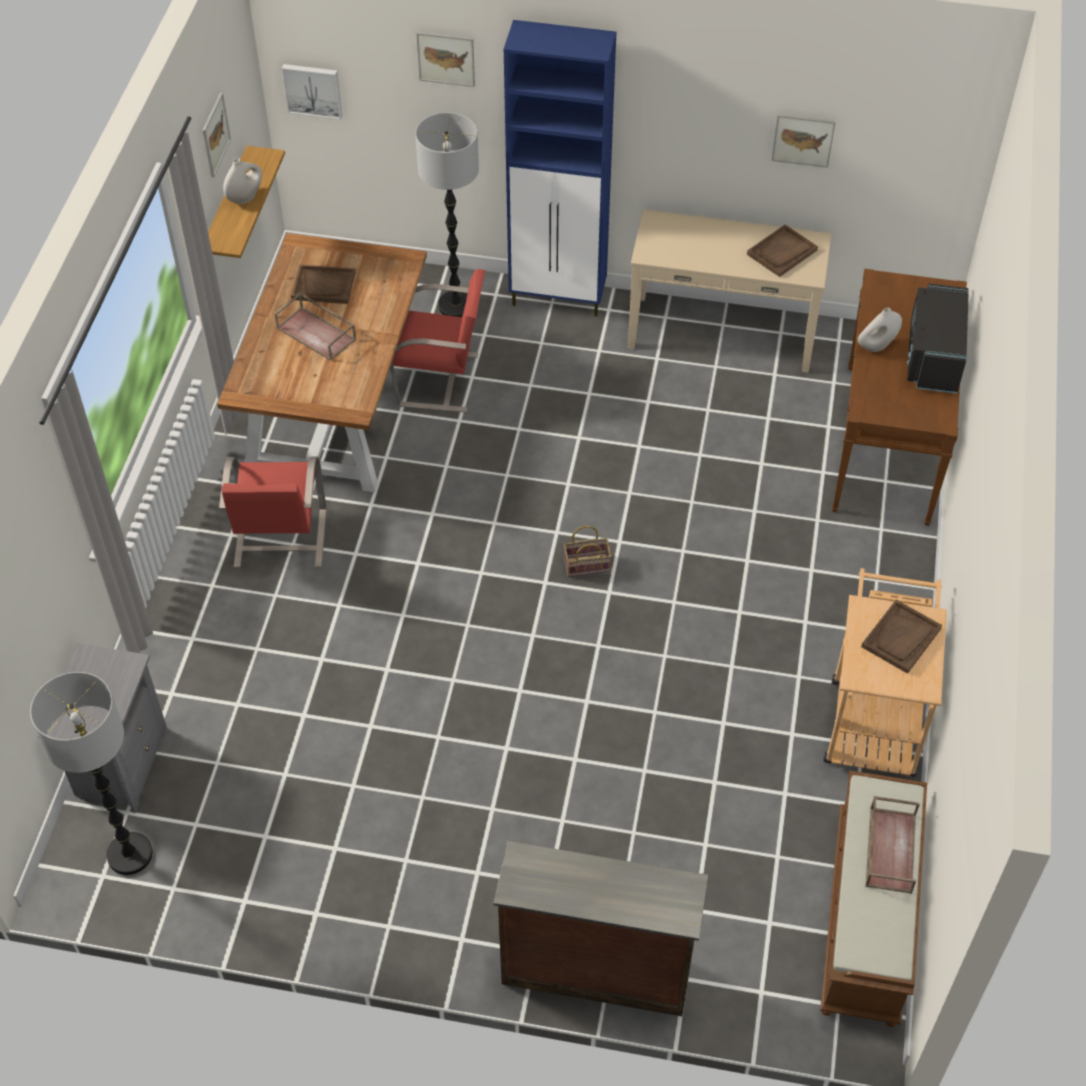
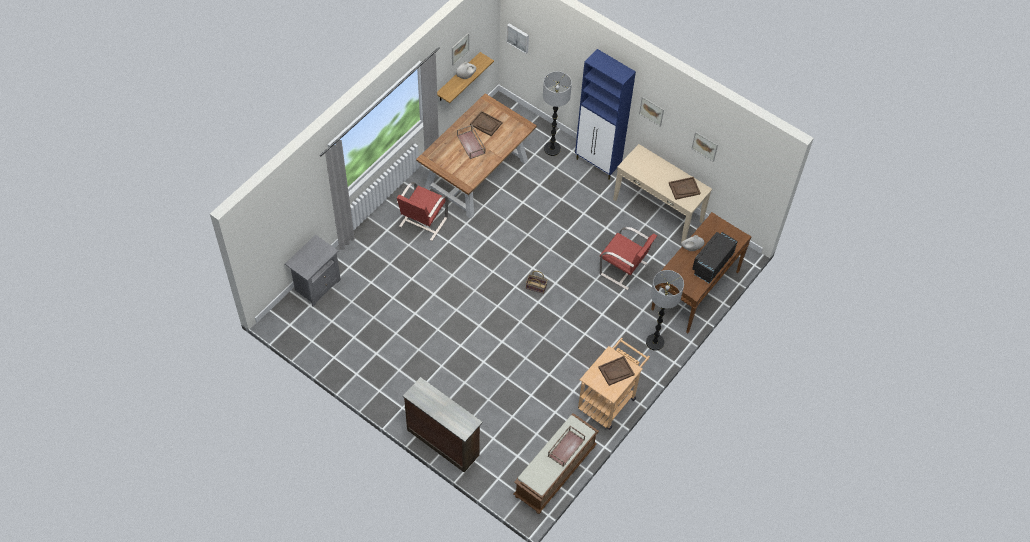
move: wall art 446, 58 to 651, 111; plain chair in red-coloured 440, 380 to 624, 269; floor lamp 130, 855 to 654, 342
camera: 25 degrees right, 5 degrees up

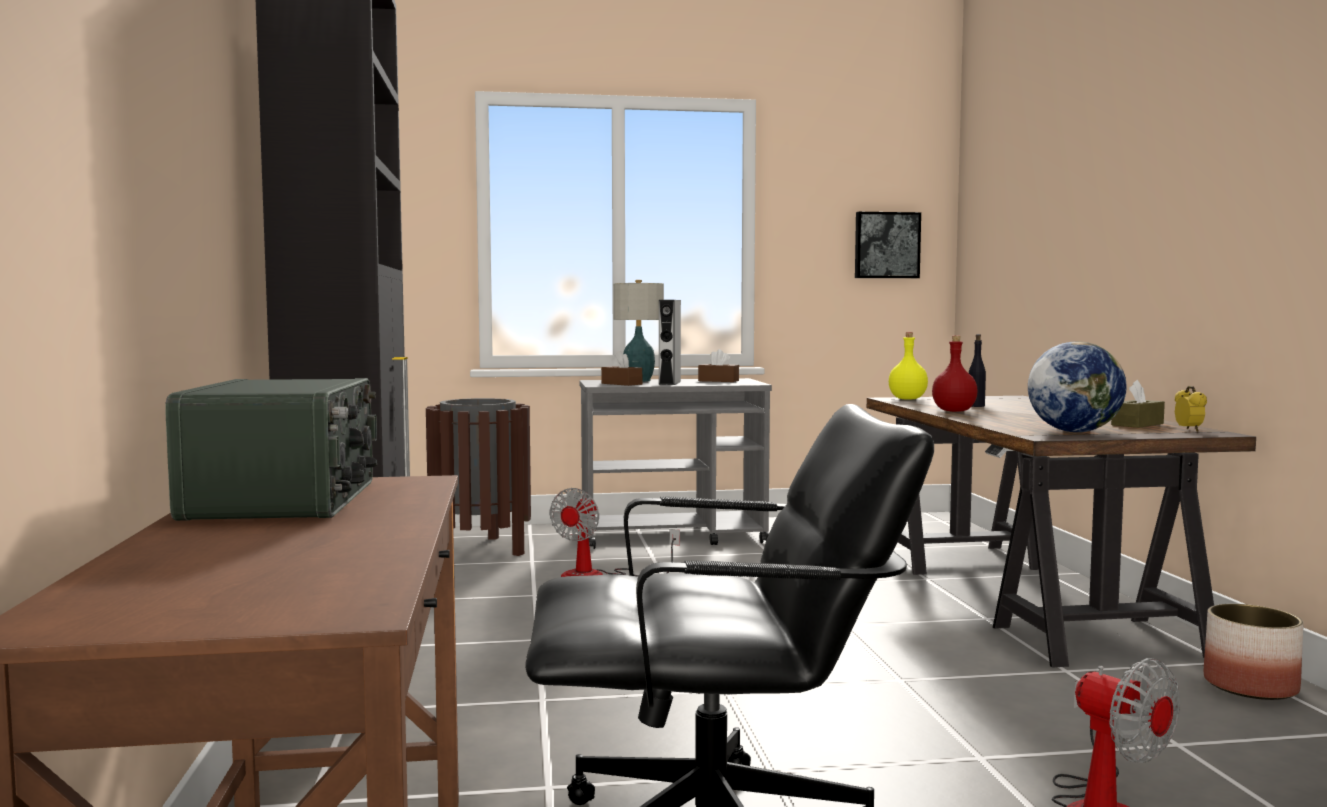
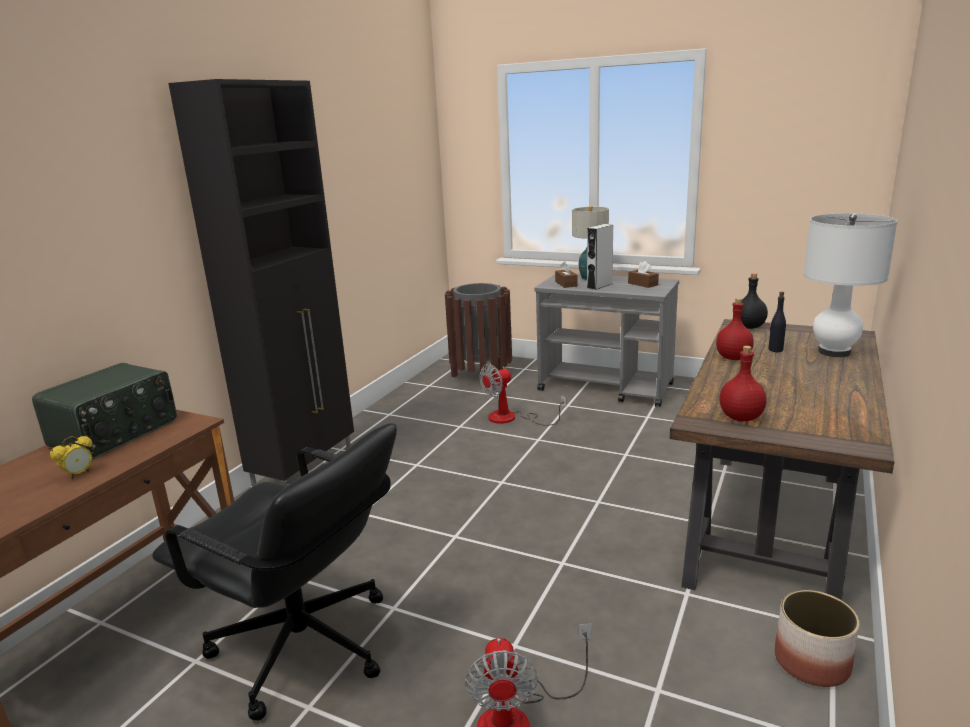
delete: wall art 886, 245; tissue holder in brownish 1137, 424
insert: lamp for a table in whitish 834, 352
move: bedside clock 1189, 430 to 79, 474
replace: globe 1074, 431 to drink bottle in red-coloured 740, 417
recolor: drink bottle in yellow 908, 399 to drink bottle in black 749, 327
camera: 35 degrees right, 15 degrees up

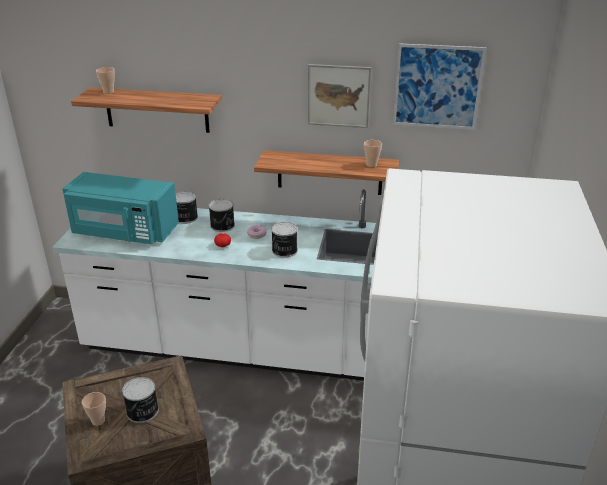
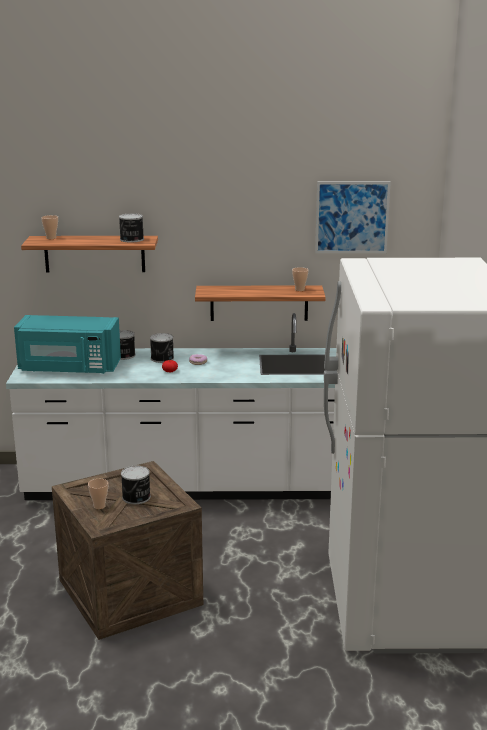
delete: wall art 338, 96
move: metal can 284, 251 to 131, 239
camera: 10 degrees left, 10 degrees down

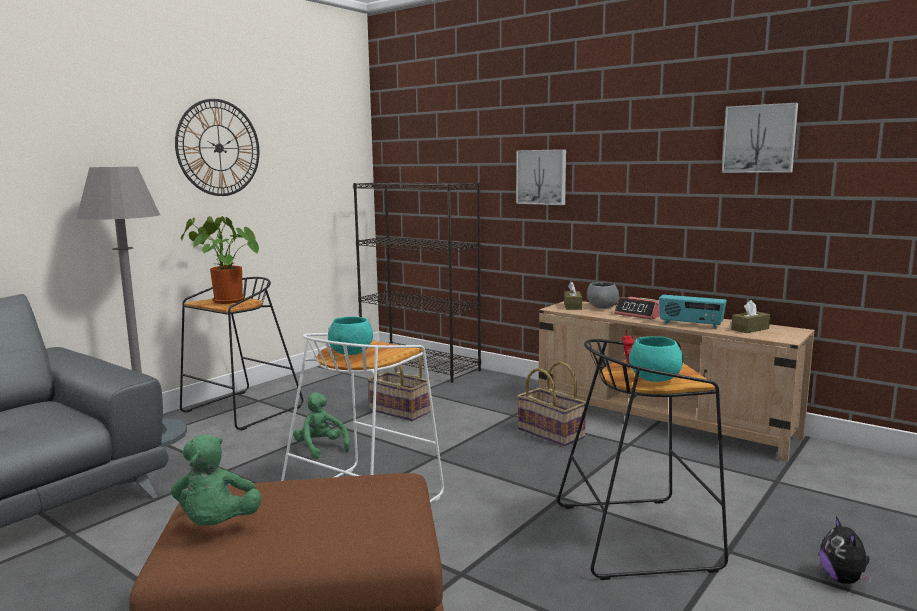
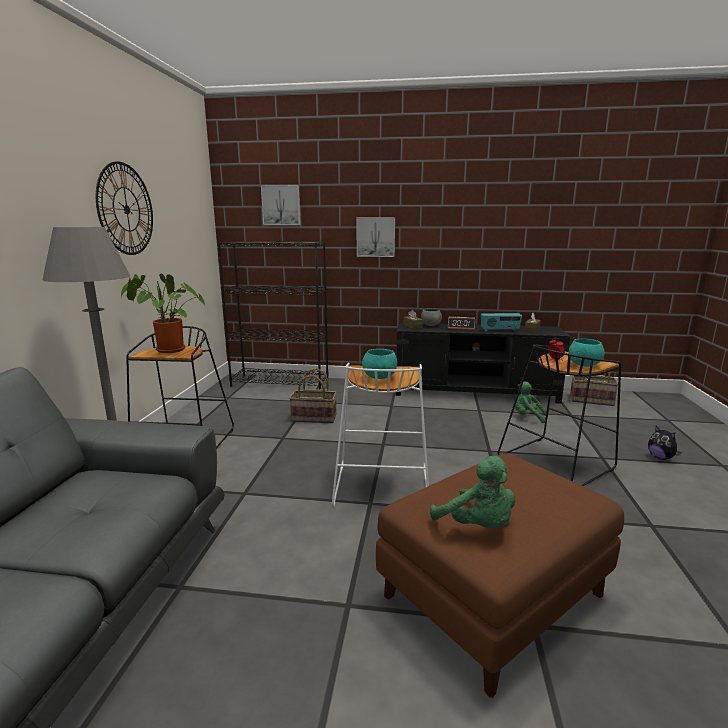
move: wall art 759, 139 to 281, 205; storage basket 552, 433 to 591, 400; plush toy in greenish 321, 448 to 528, 417
recolor: tv unit in sand-coloured 662, 420 to tv unit in black 475, 392
camera: 30 degrees left, 5 degrees up

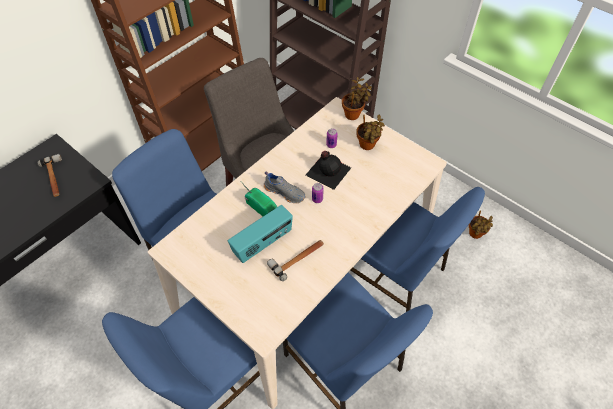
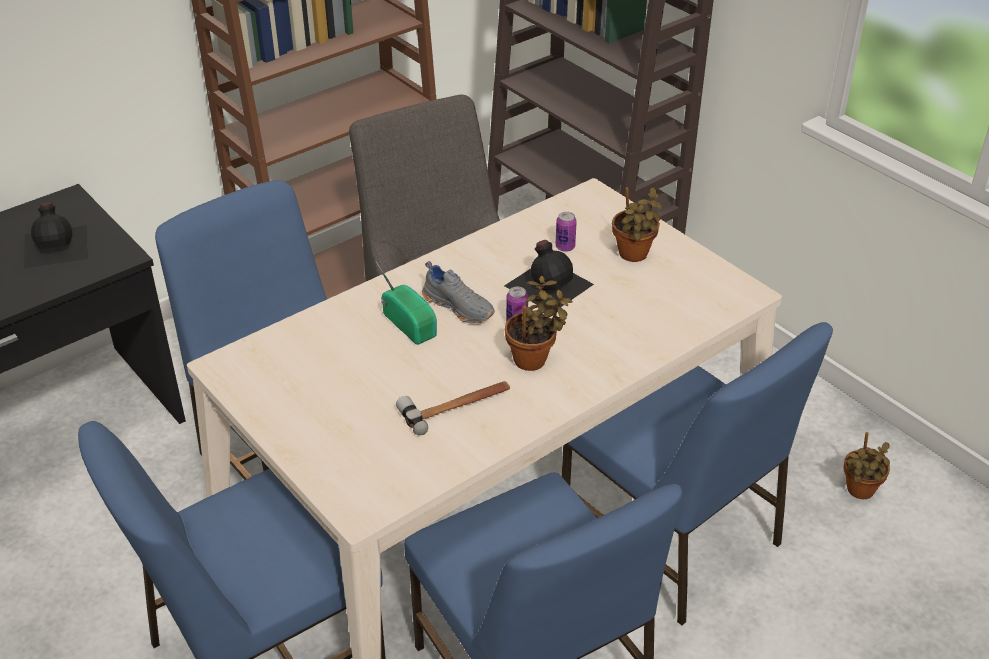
delete: radio receiver 263, 243
move: houseplant 353, 114 to 533, 359
replace: hand hammer 54, 178 to drink bottle in black 57, 245
camera: 10 degrees right, 15 degrees down

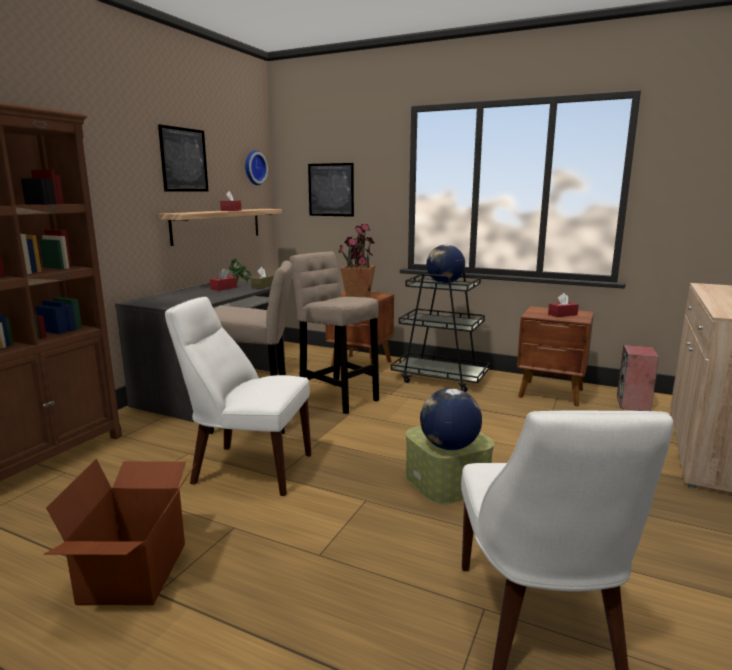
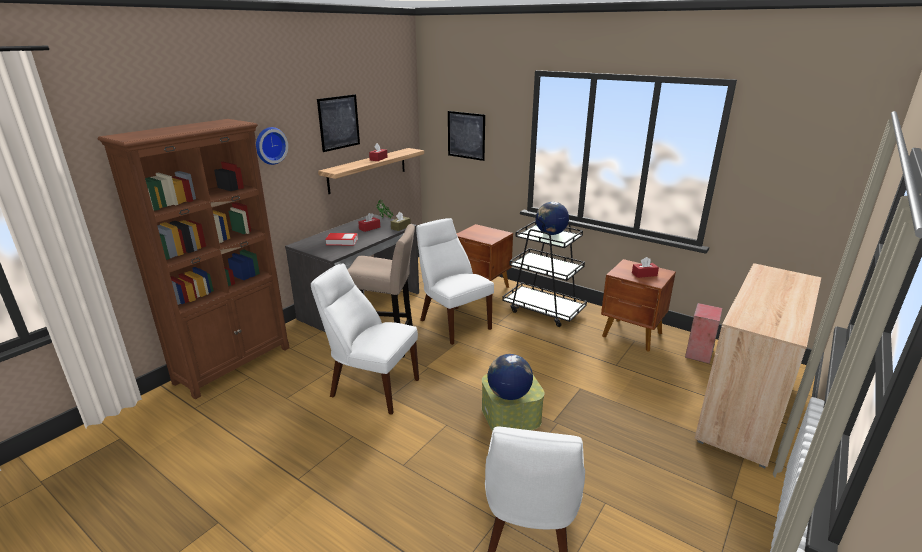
delete: houseplant 358, 296; cardboard box 136, 572
insert: bound book 342, 242
move: clock on the wall 253, 168 to 270, 145
replace: sitting stool in sand-coloured 336, 397 to plain chair in whitish 453, 323
camera: 10 degrees right, 10 degrees up

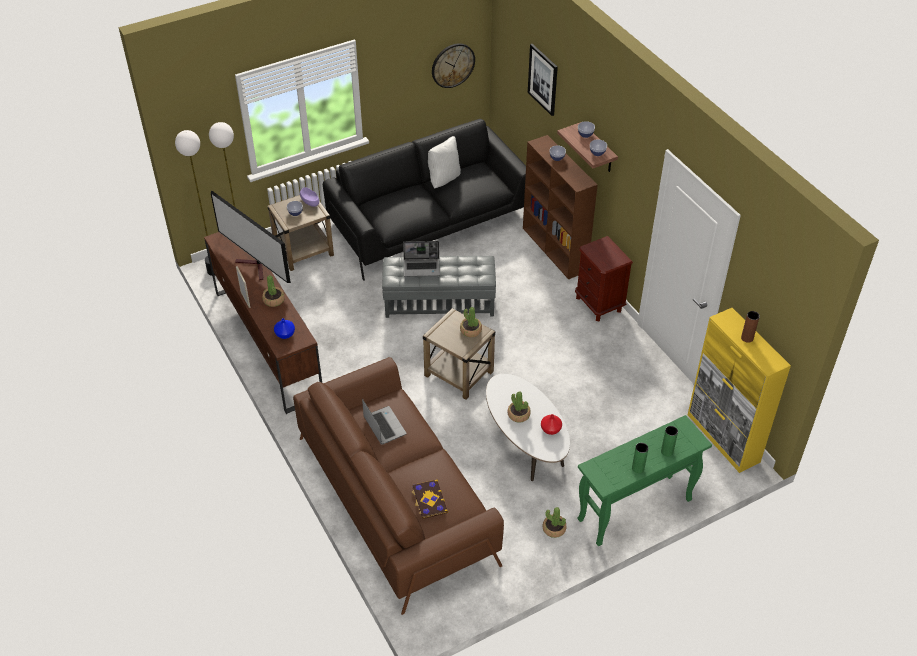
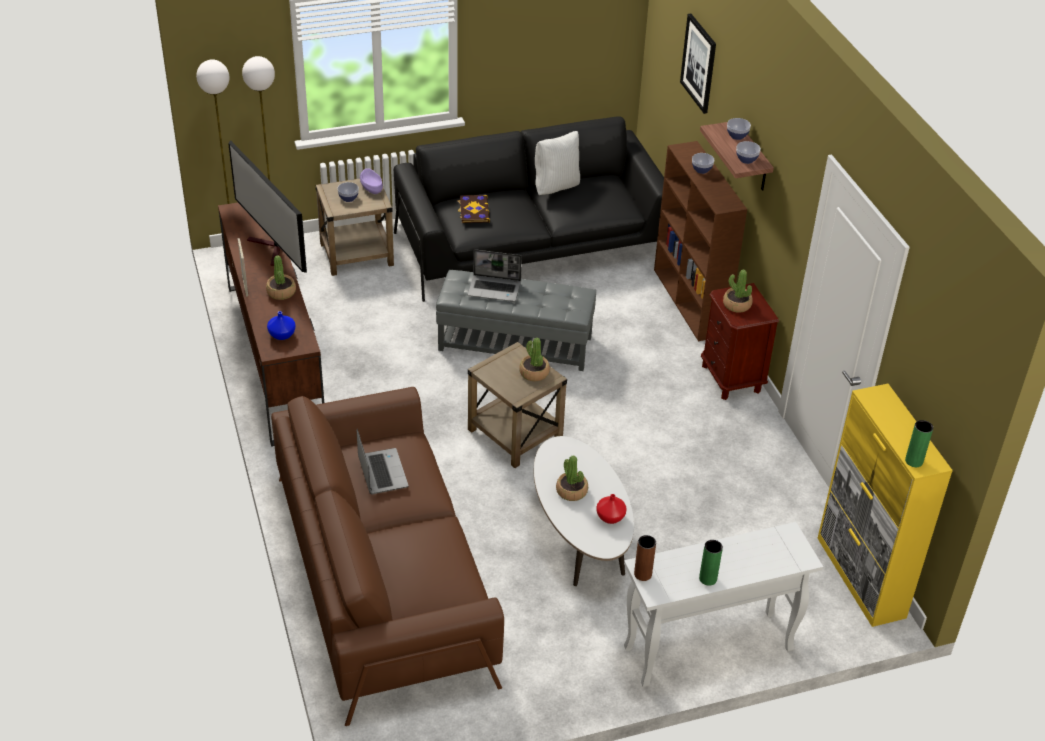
delete: clock on the wall 453, 65
move: decorative vase in brownish 747, 338 to 643, 574; decorative vase in greenish 667, 451 to 914, 461; bound book 429, 500 to 473, 210; houseplant 554, 529 to 736, 305
recolor: hall table in greenish 634, 510 to hall table in whitish 707, 650
camera: 10 degrees right, 5 degrees down

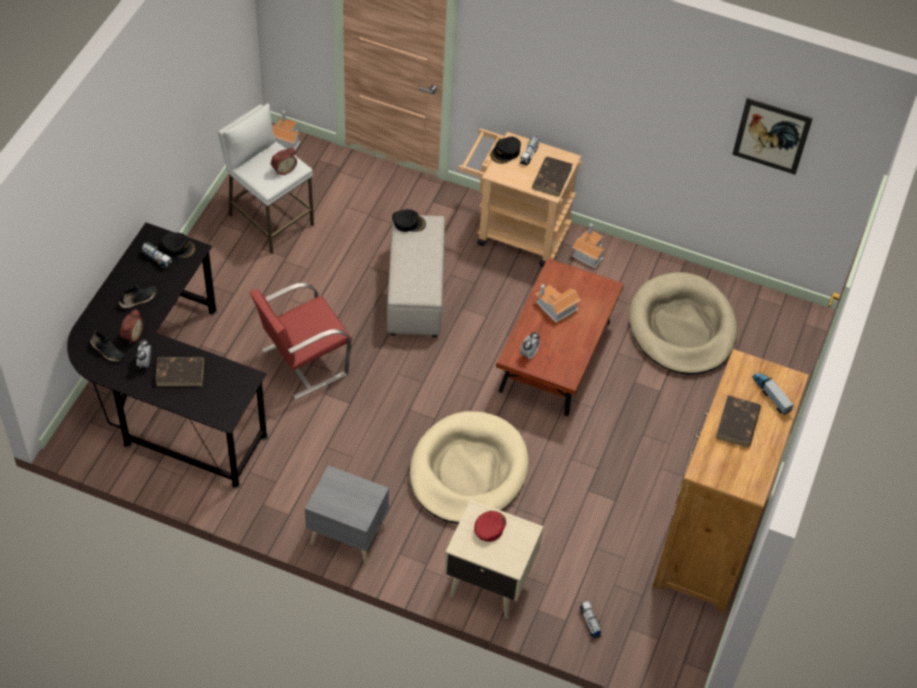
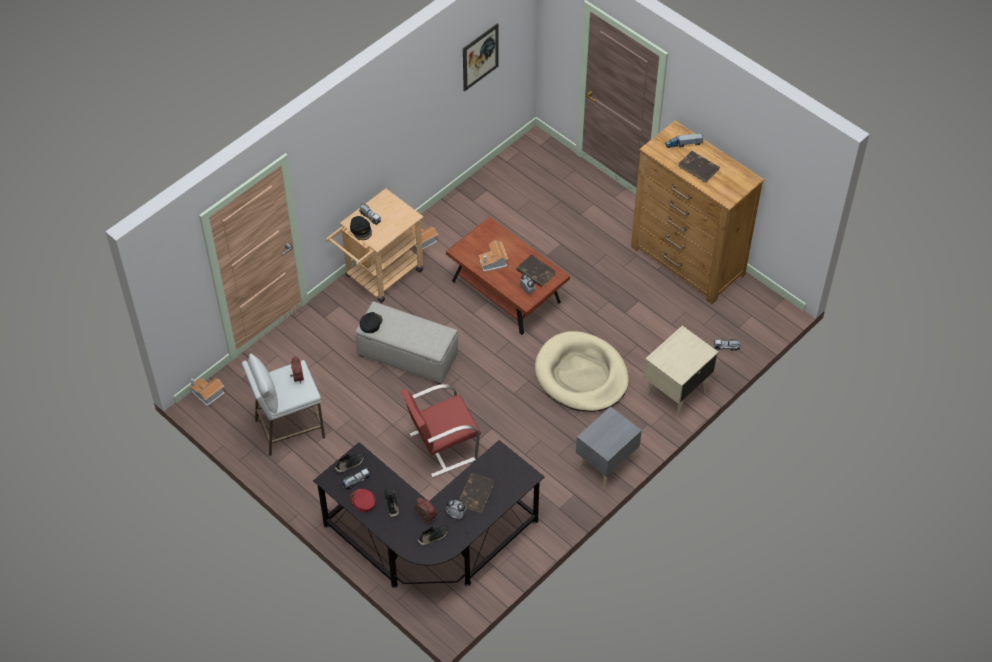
delete: dog cushion in sand-coloured 682, 327
move: bound book in brownish 552, 178 to 535, 272; cap in red-coloured 489, 527 to 362, 501
replace: cap in black 178, 247 to item of footwear in black 350, 464
rotate: plain chair in red-coloured 303, 362 = 441, 447 75 degrees clockwise
camera: 65 degrees left, 0 degrees up

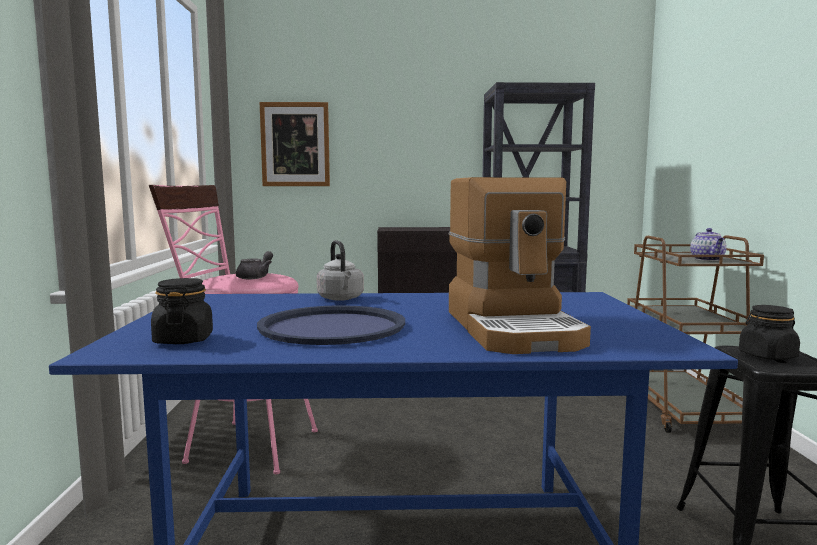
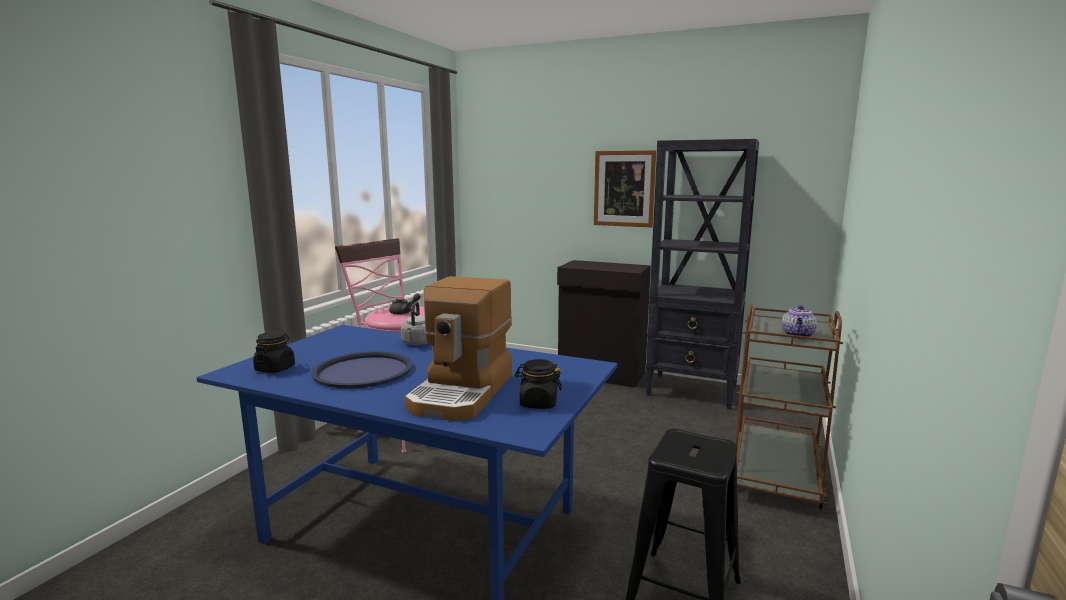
move: wall art 295, 144 to 624, 188; storage jar in black 767, 356 to 538, 403
camera: 25 degrees right, 5 degrees up

